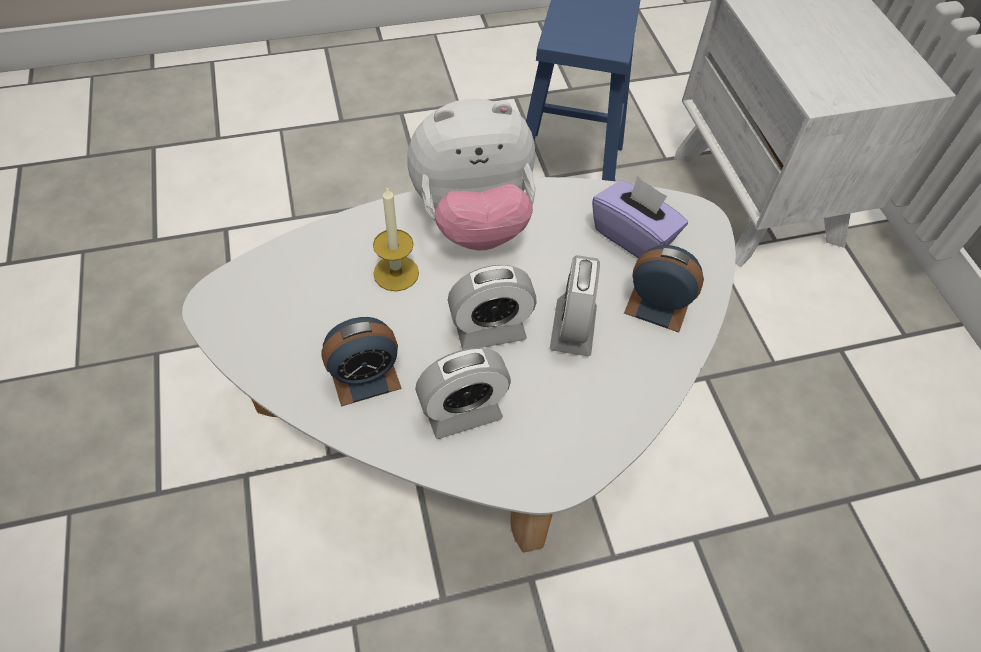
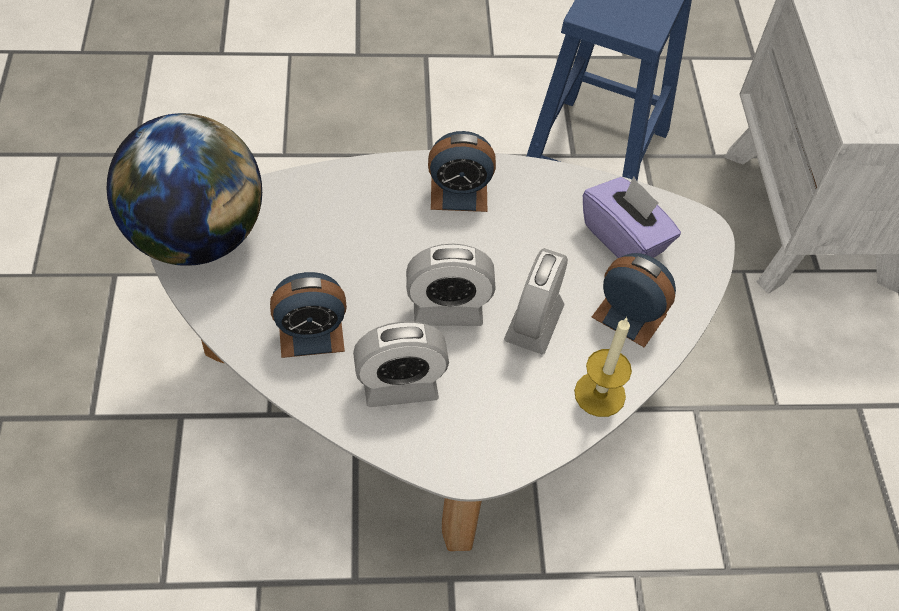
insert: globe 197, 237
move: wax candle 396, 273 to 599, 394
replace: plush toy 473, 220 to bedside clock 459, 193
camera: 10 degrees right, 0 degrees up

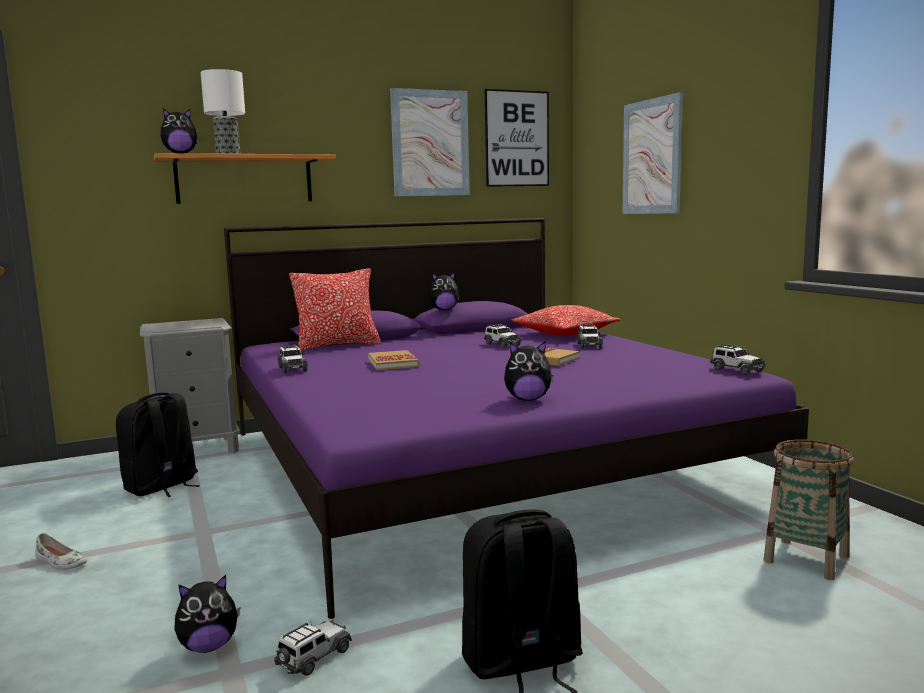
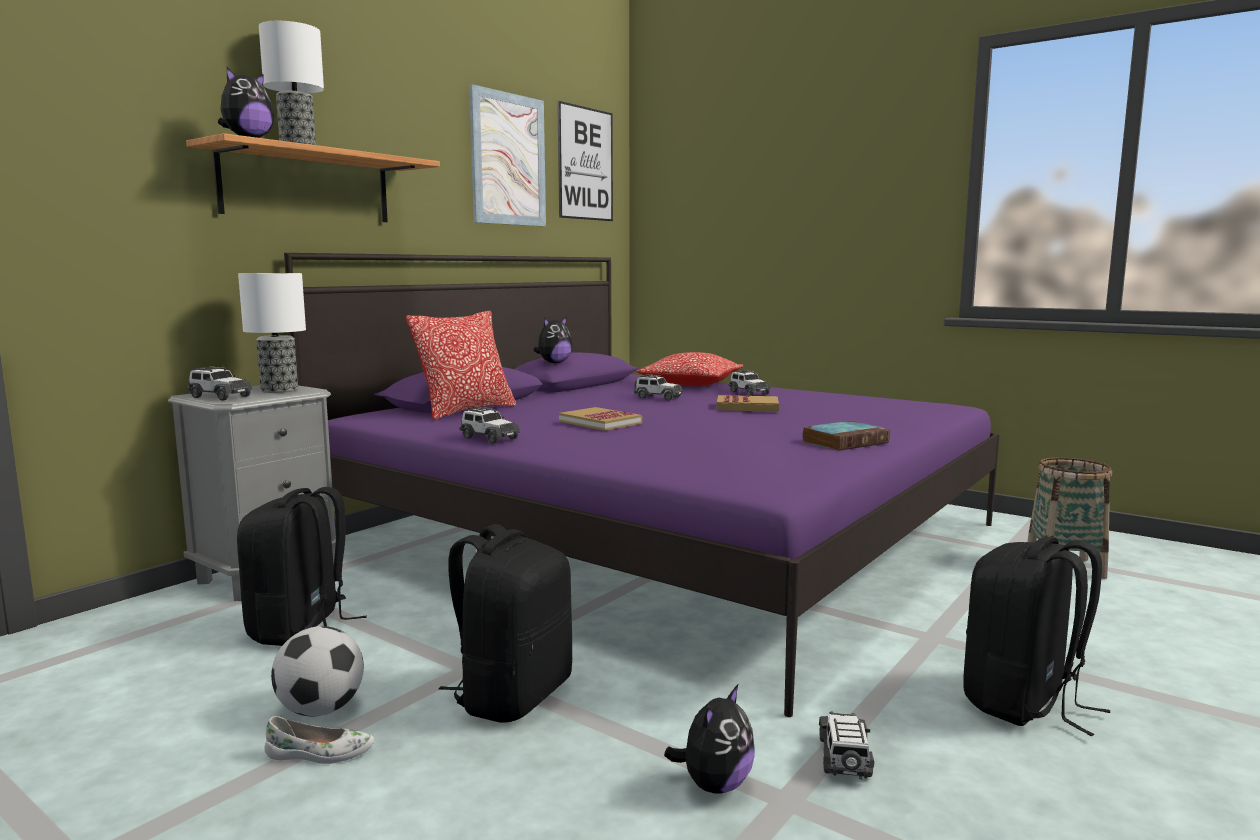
delete: wall art 652, 157
insert: lamp for a table 278, 390; backpack in black 512, 695; ball for football 321, 710
move: toy car 736, 370 to 219, 397
replace: plush toy 527, 399 to bound book 845, 442
camera: 30 degrees left, 0 degrees up

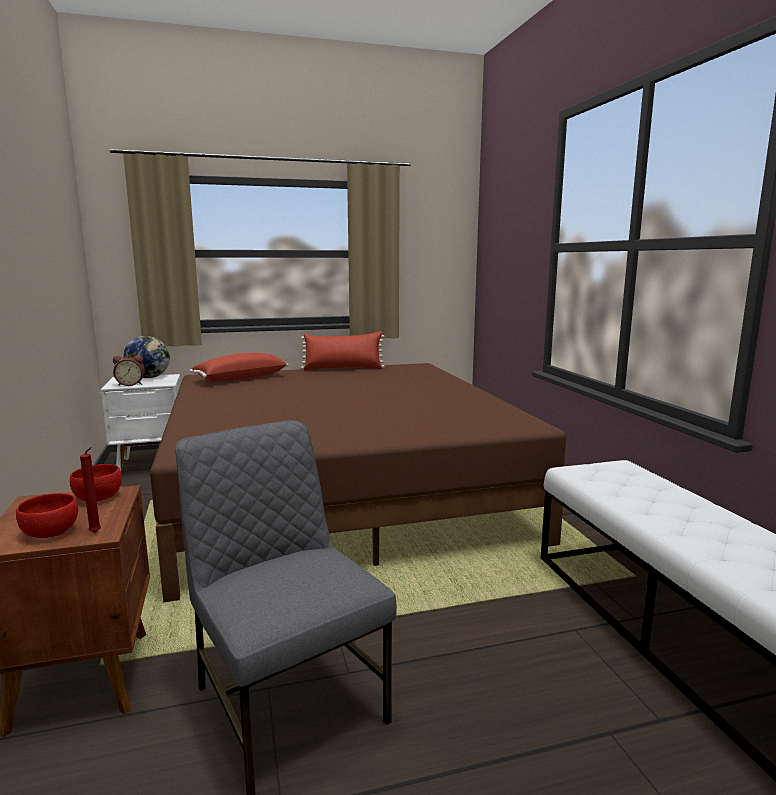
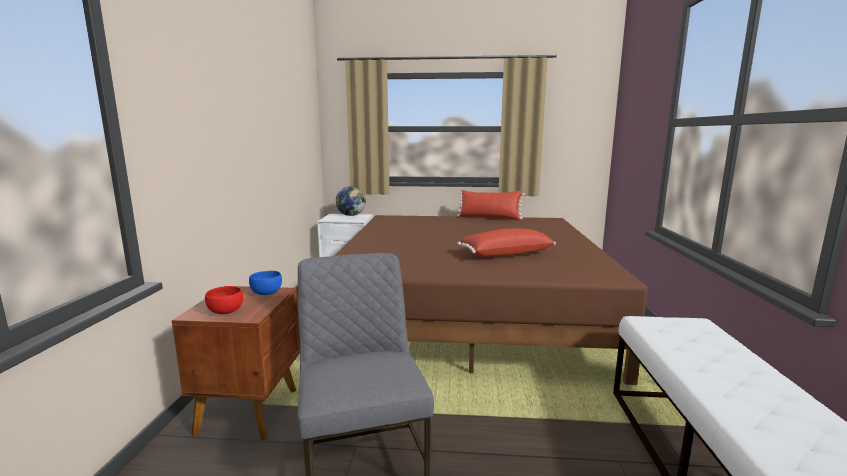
delete: bedside clock 131, 384; wax candle in red-coloured 96, 533
move: throw pillow in red-coloured 240, 378 to 505, 254
recolor: deep dish in red-coloured 97, 497 to deep dish in bluish 266, 292
camera: 20 degrees right, 0 degrees up

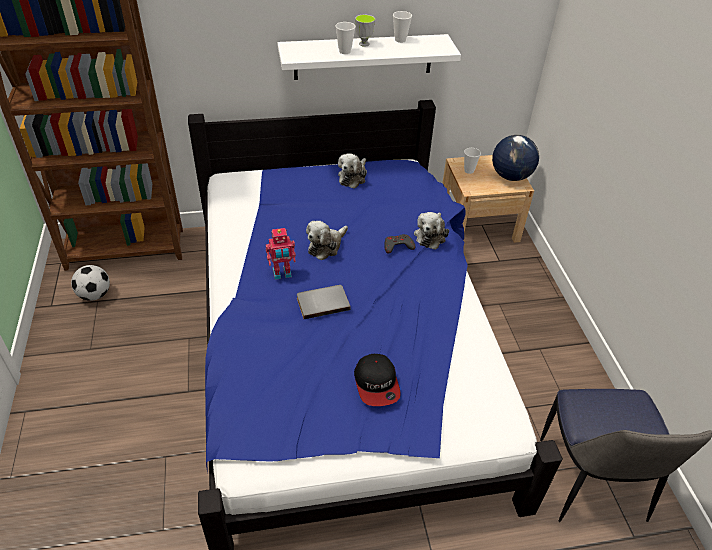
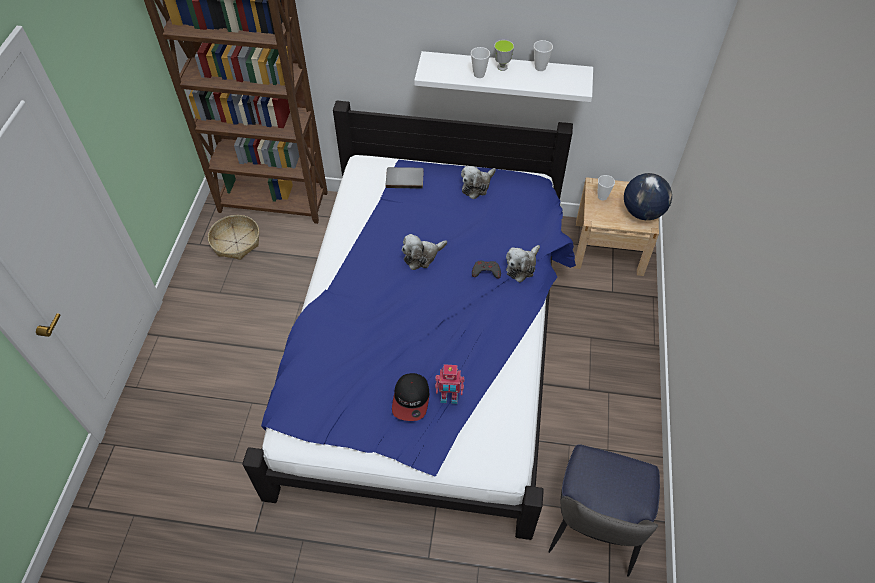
move: robot figure 282, 274 to 449, 398; bound book in greyish 322, 302 to 404, 178
replace: ball for football 95, 295 to storage basket 236, 242
camera: 20 degrees right, 10 degrees up

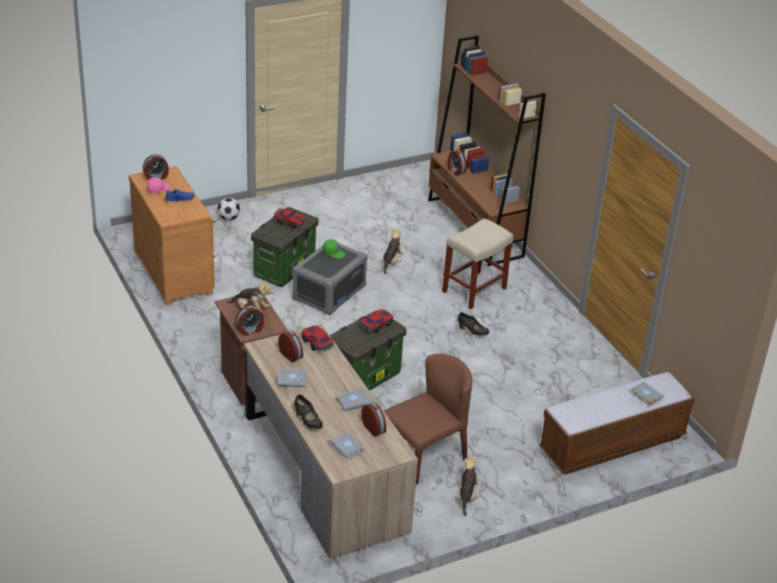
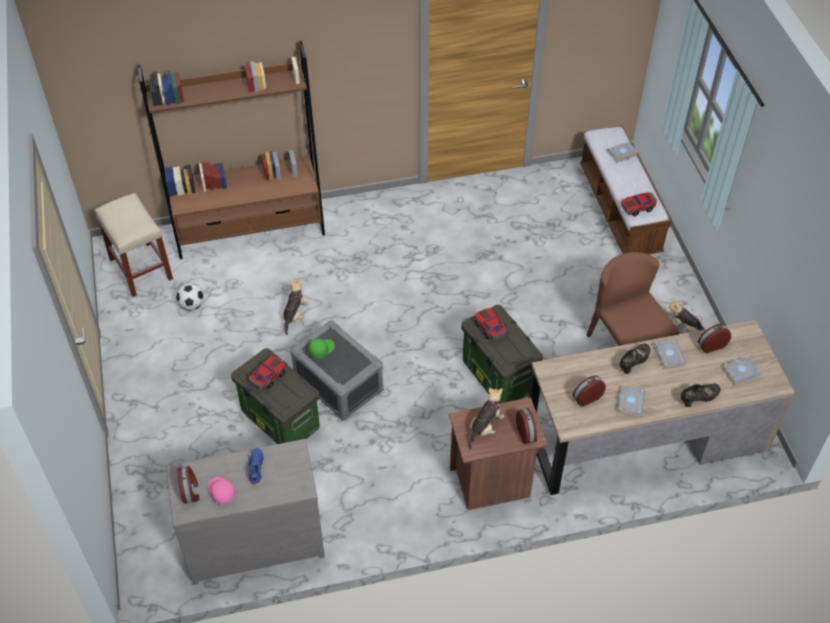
delete: bedside clock 455, 171
move: ball for football 229, 218 to 192, 305; sitting stool in sand-coloured 474, 289 to 140, 268; item of footwear in black 472, 331 to 633, 362; toy car 317, 343 to 638, 207
recolor: drawer chest in brownish 175, 271 to drawer chest in greyish 253, 539
rotate: plush toy 391, 262 = 294, 315 75 degrees clockwise
camera: 75 degrees left, 15 degrees up

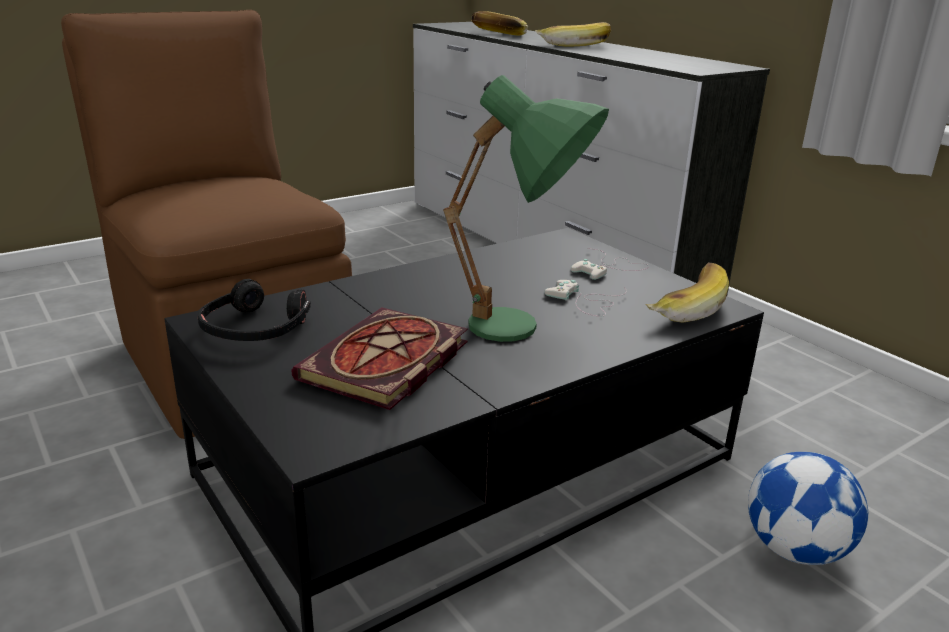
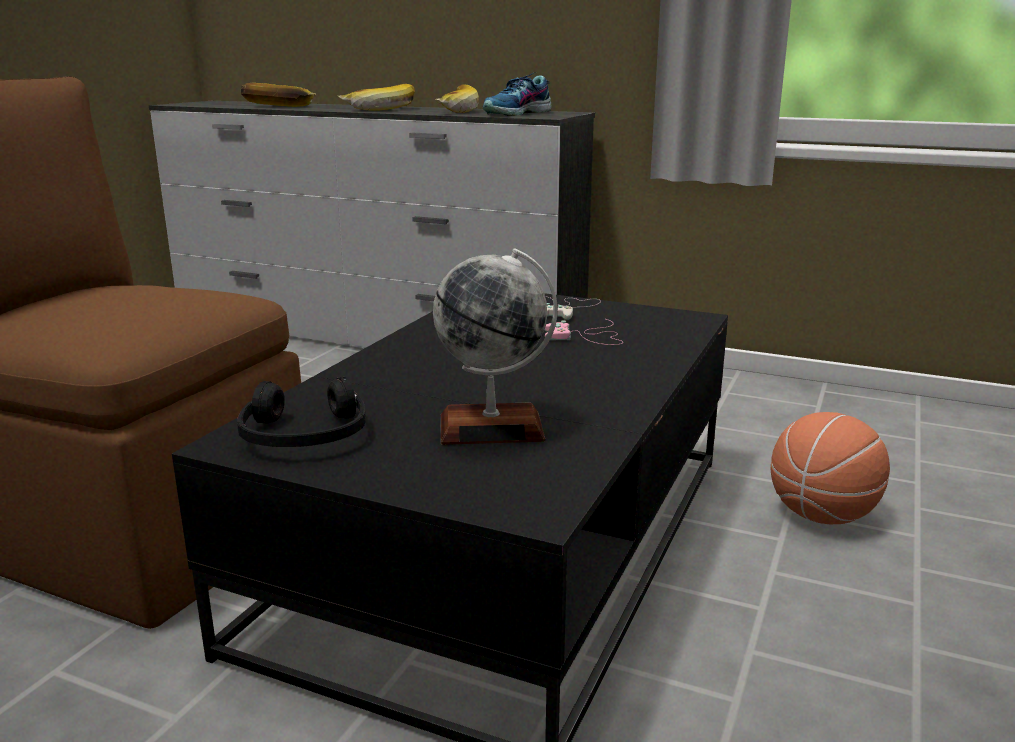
delete: lamp for a table in greenish 523, 334
insert: item of footwear 518, 113
move: banana fruit 682, 307 to 452, 111
replace: bound book 385, 364 to globe 491, 428; ball for football 795, 550 to basketball 822, 515
recolor: gamepad in whitish 585, 302 to gamepad in pink-coloured 587, 338
camera: 30 degrees left, 5 degrees down

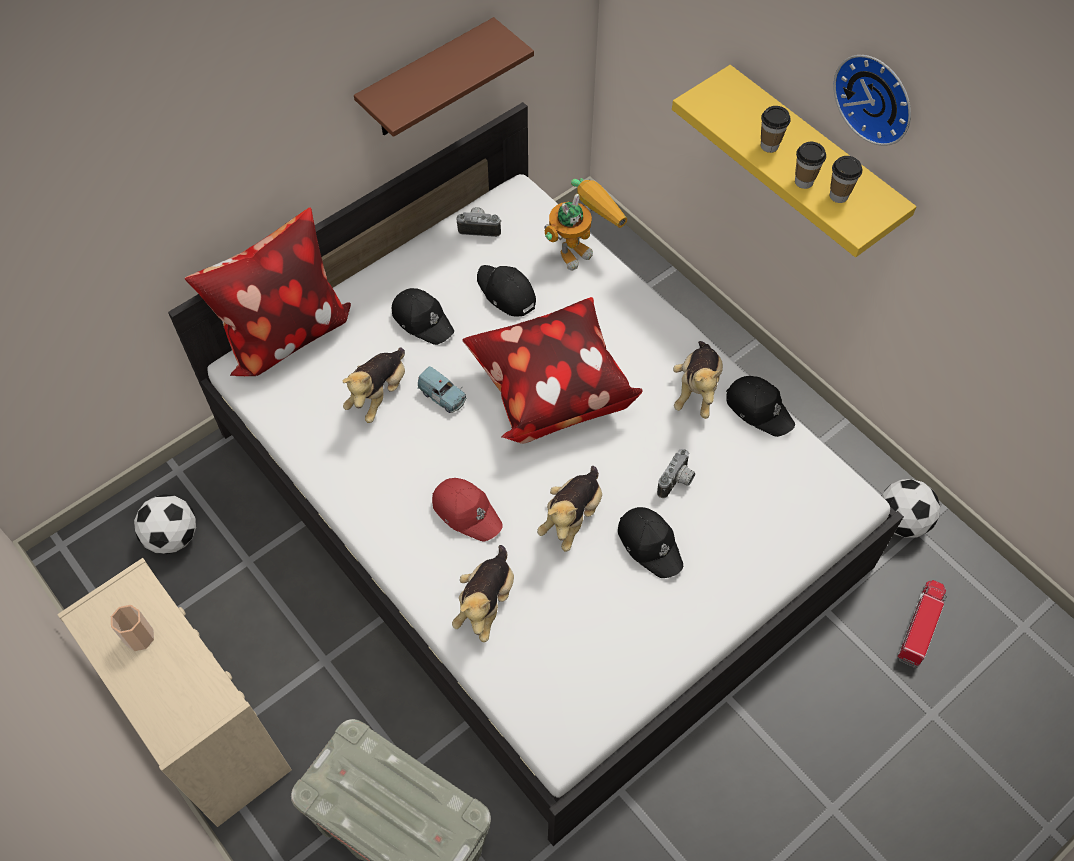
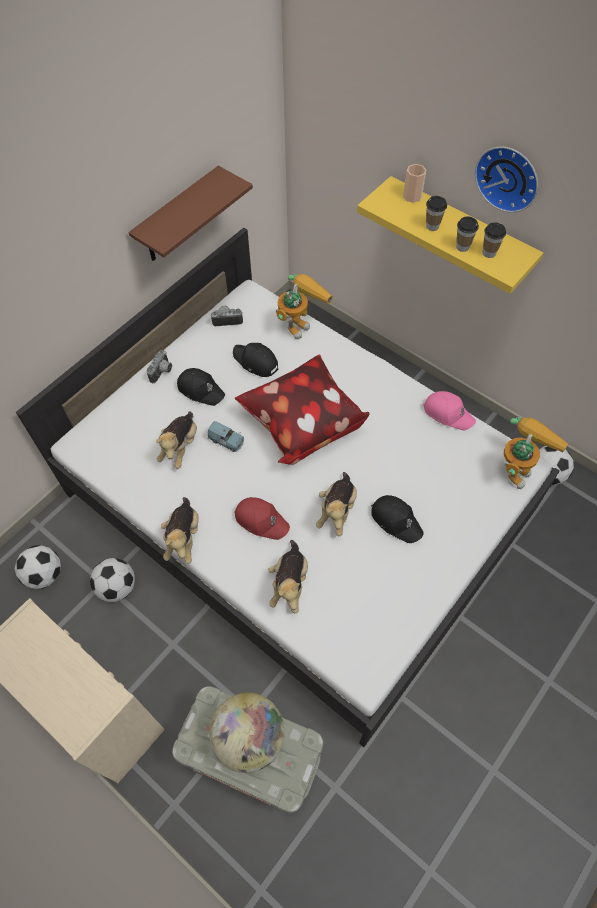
delete: throw pillow 283, 334; toy lorry 920, 625
insert: robot figure 518, 467; ball for football 117, 587; globe 249, 738
move: plush toy 697, 389 to 183, 538; photo camera 677, 482 to 162, 372; small cup 139, 637 to 412, 196
recolor: cap in black 759, 409 to cap in pink-coloured 448, 413
camera: 10 degrees left, 0 degrees up

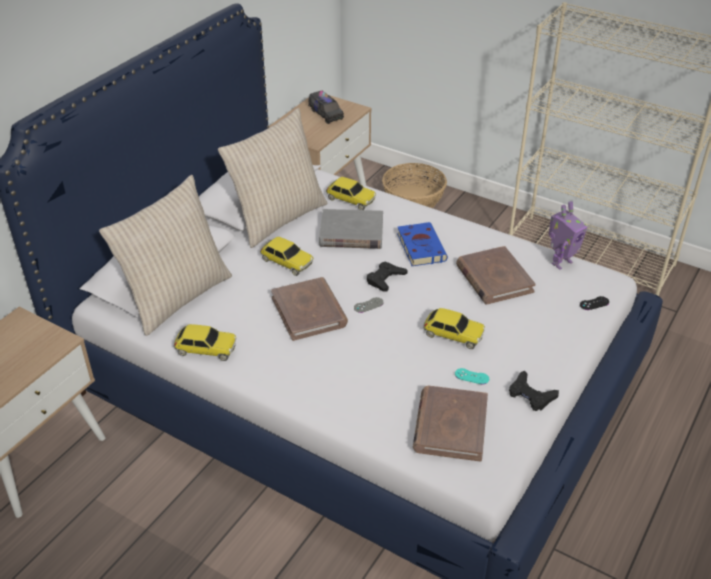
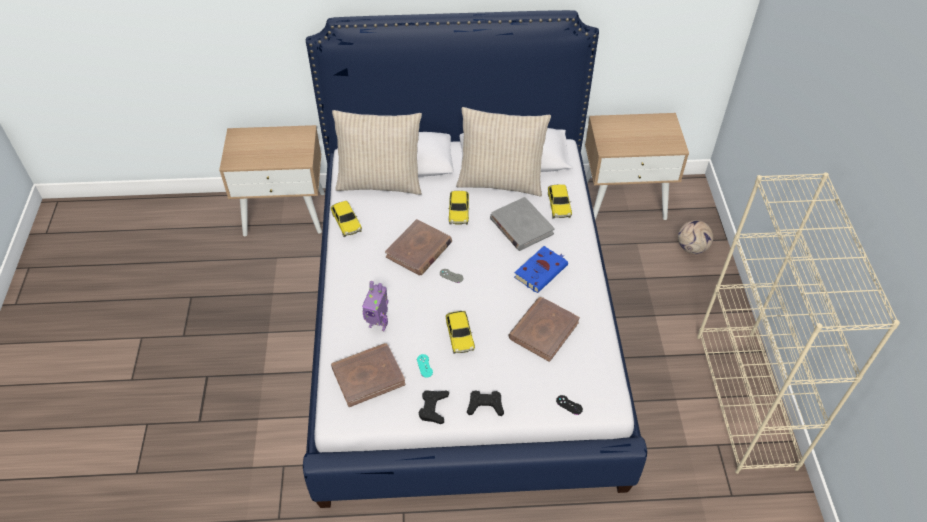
delete: toy lorry 326, 114
move: robot figure 560, 262 to 378, 324; gamepad in black 385, 279 to 485, 405
replace: storage basket 413, 199 to ball for football 692, 248
camera: 55 degrees right, 10 degrees up

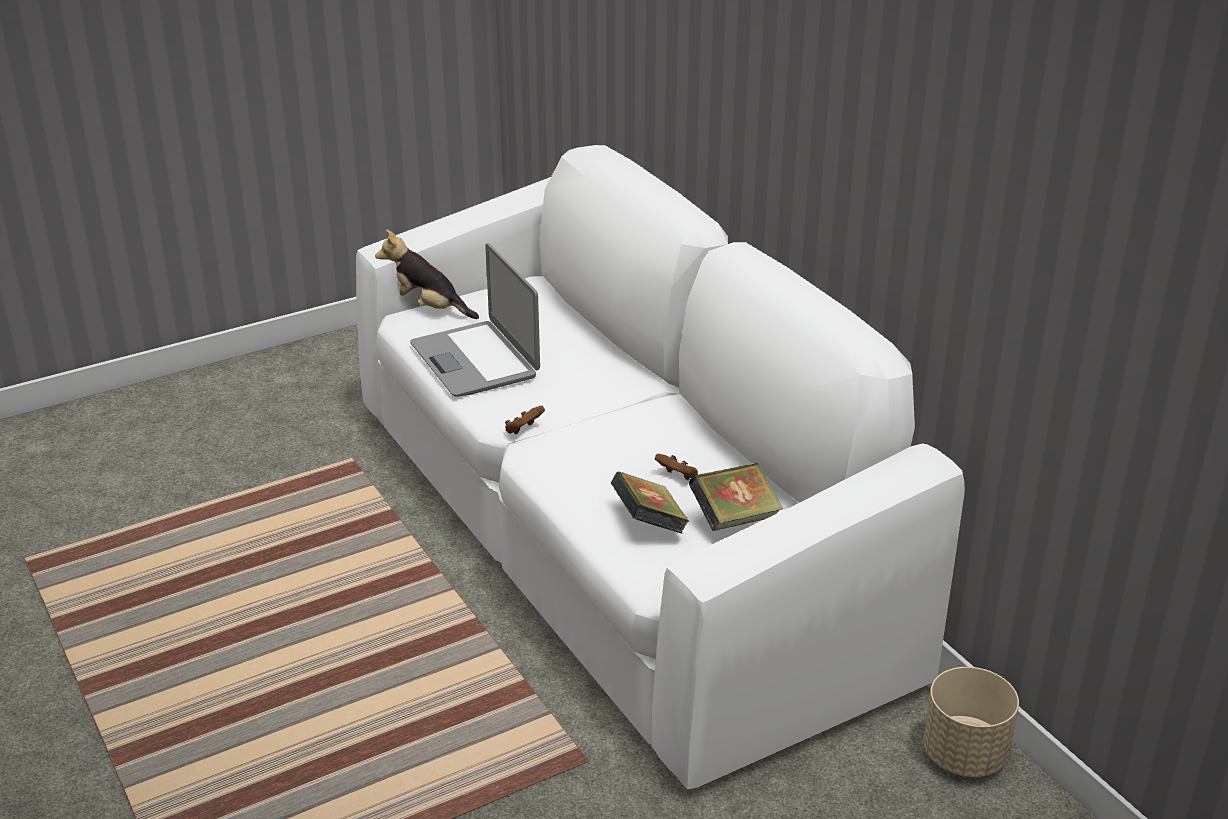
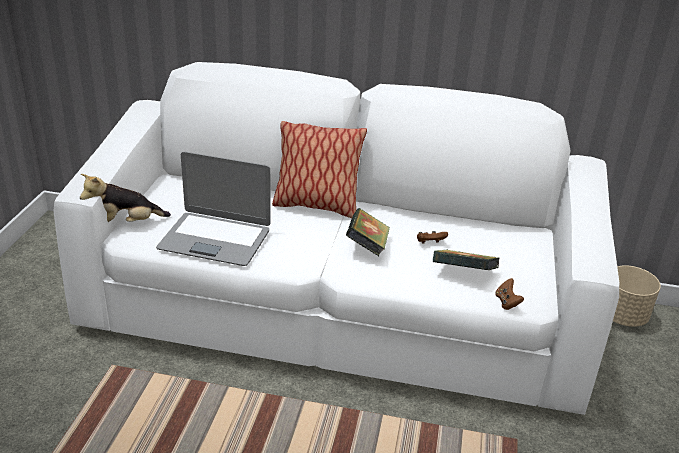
insert: throw pillow 316, 206
move: gamepad in brownish 523, 430 to 507, 302; bound book 734, 518 to 367, 247
camera: 50 degrees left, 0 degrees up

